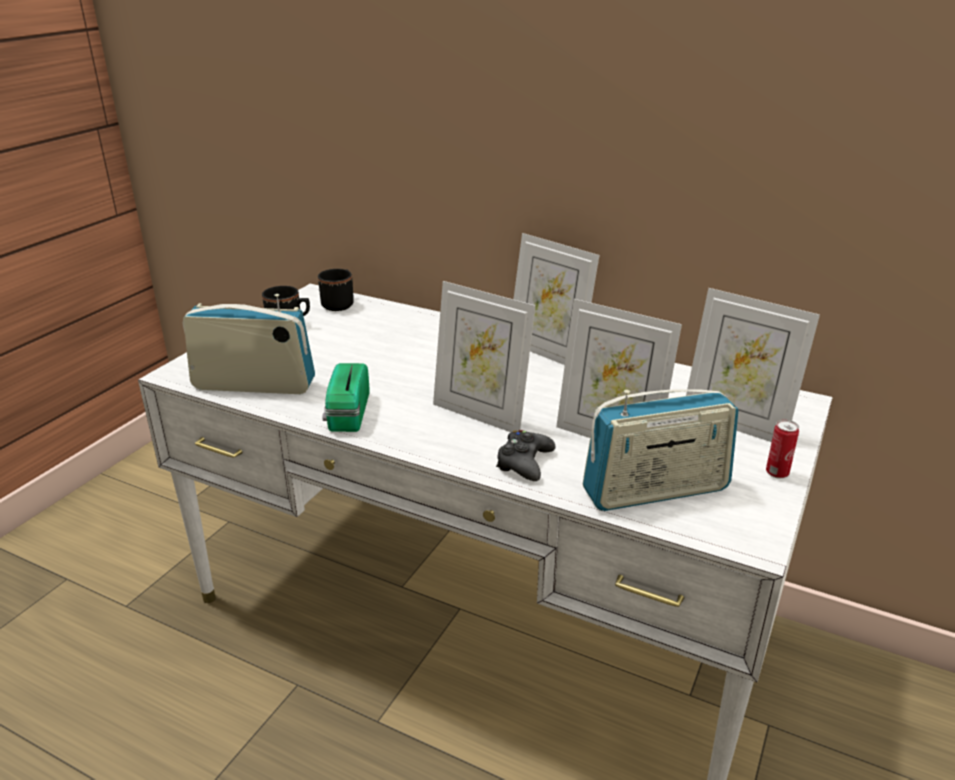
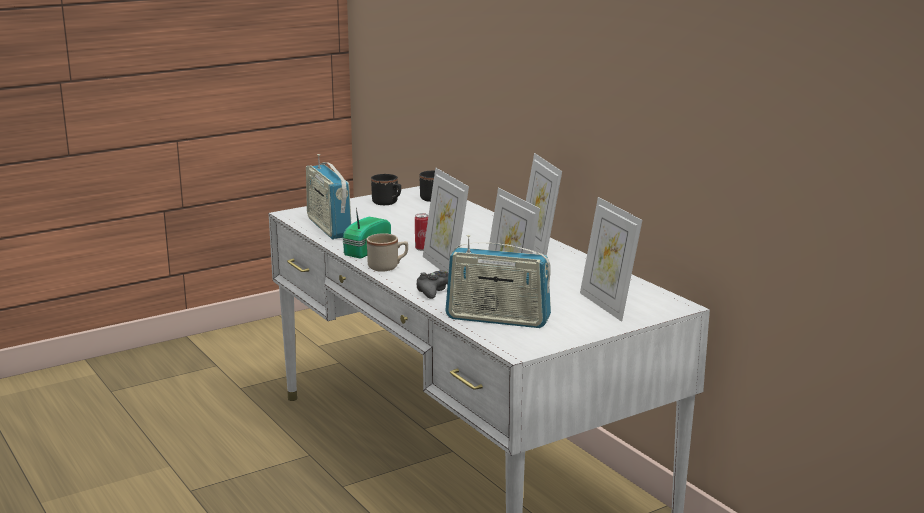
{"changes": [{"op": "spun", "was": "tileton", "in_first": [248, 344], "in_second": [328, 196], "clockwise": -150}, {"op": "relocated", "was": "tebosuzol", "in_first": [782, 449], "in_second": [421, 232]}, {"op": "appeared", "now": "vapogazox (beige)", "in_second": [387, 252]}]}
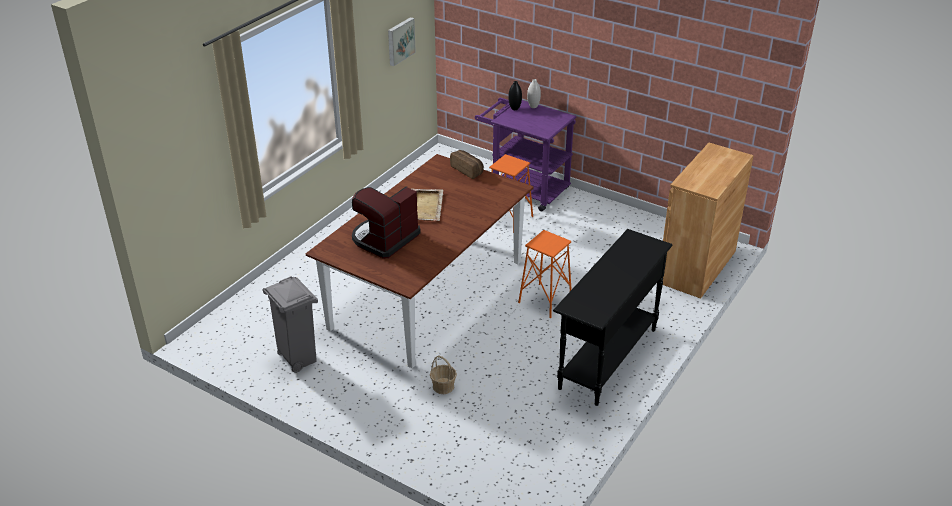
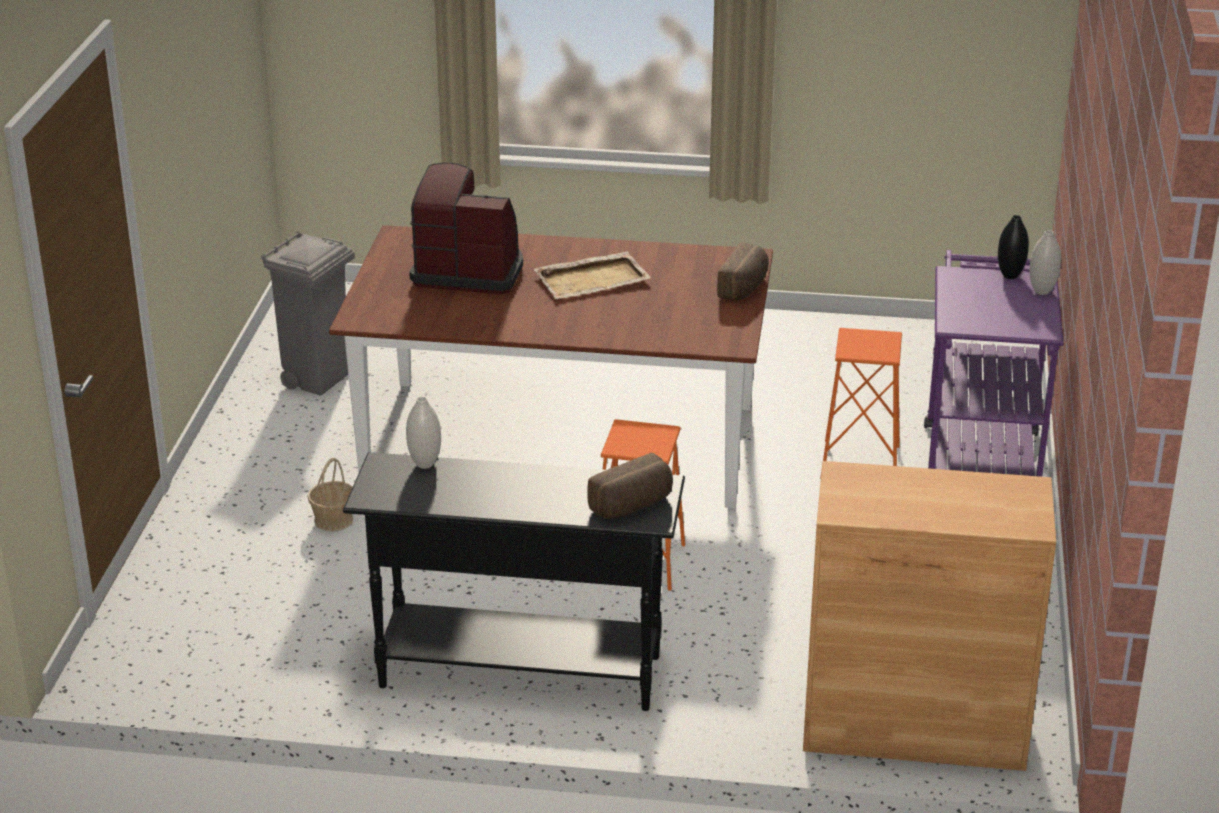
{"changes": [{"op": "missing", "was": "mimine", "in_first": [402, 41]}, {"op": "appeared", "now": "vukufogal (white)", "in_second": [423, 433]}, {"op": "appeared", "now": "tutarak", "in_second": [630, 486]}]}
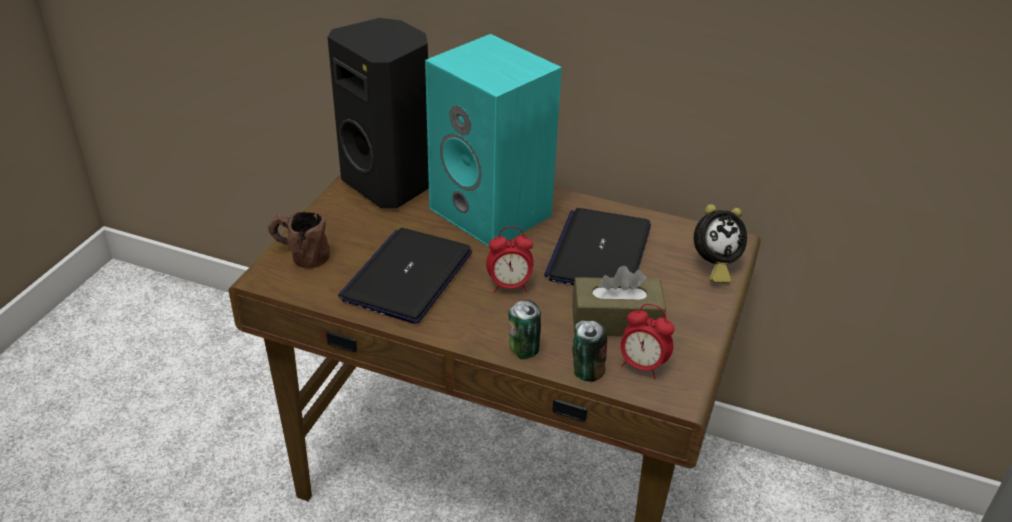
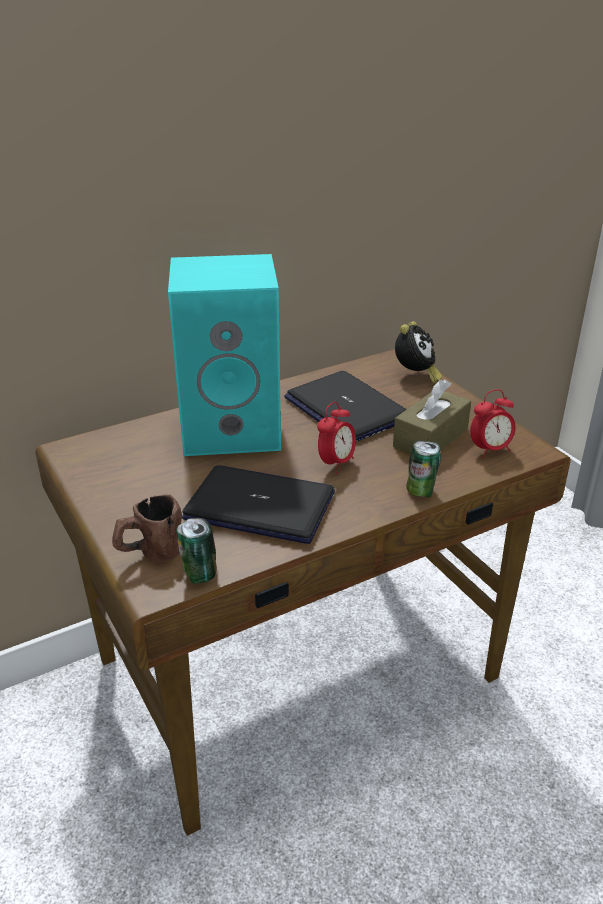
{"changes": [{"op": "missing", "was": "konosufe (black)", "in_first": [378, 113]}, {"op": "spun", "was": "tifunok", "in_first": [405, 276], "in_second": [258, 504], "clockwise": 135}, {"op": "relocated", "was": "tebosuzol", "in_first": [589, 351], "in_second": [197, 551]}]}
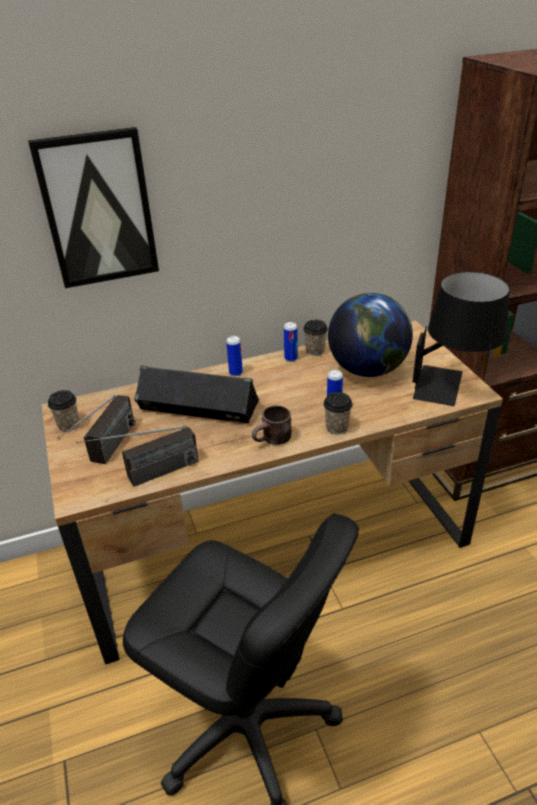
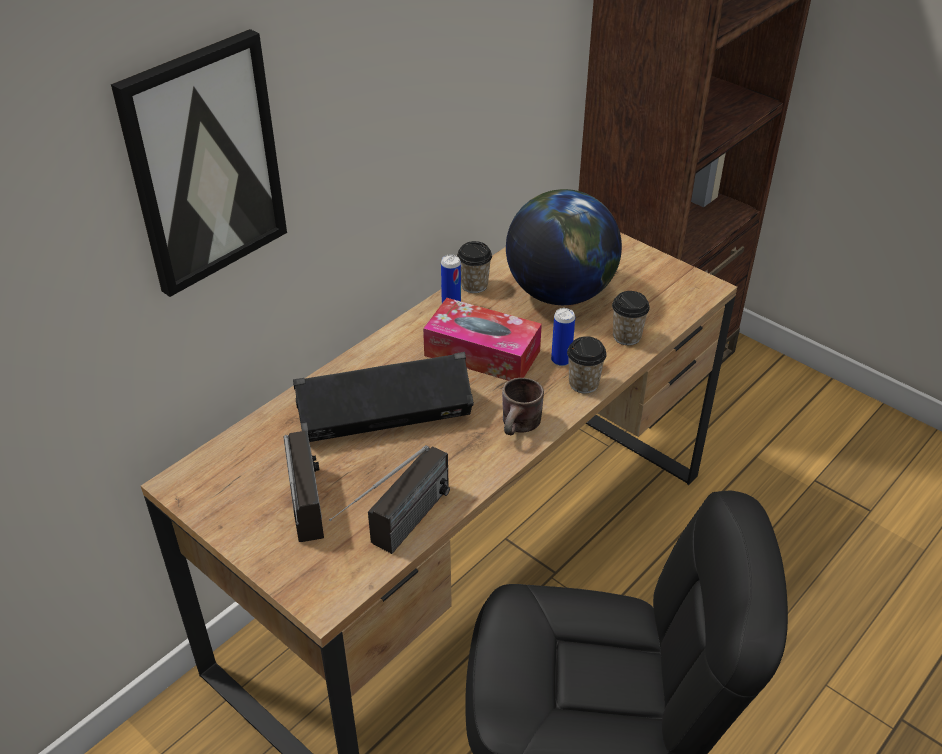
{"changes": [{"op": "missing", "was": "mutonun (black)", "in_first": [461, 339]}, {"op": "missing", "was": "tebosuzol", "in_first": [234, 356]}, {"op": "relocated", "was": "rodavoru", "in_first": [63, 410], "in_second": [631, 318]}, {"op": "appeared", "now": "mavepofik", "in_second": [482, 339]}]}
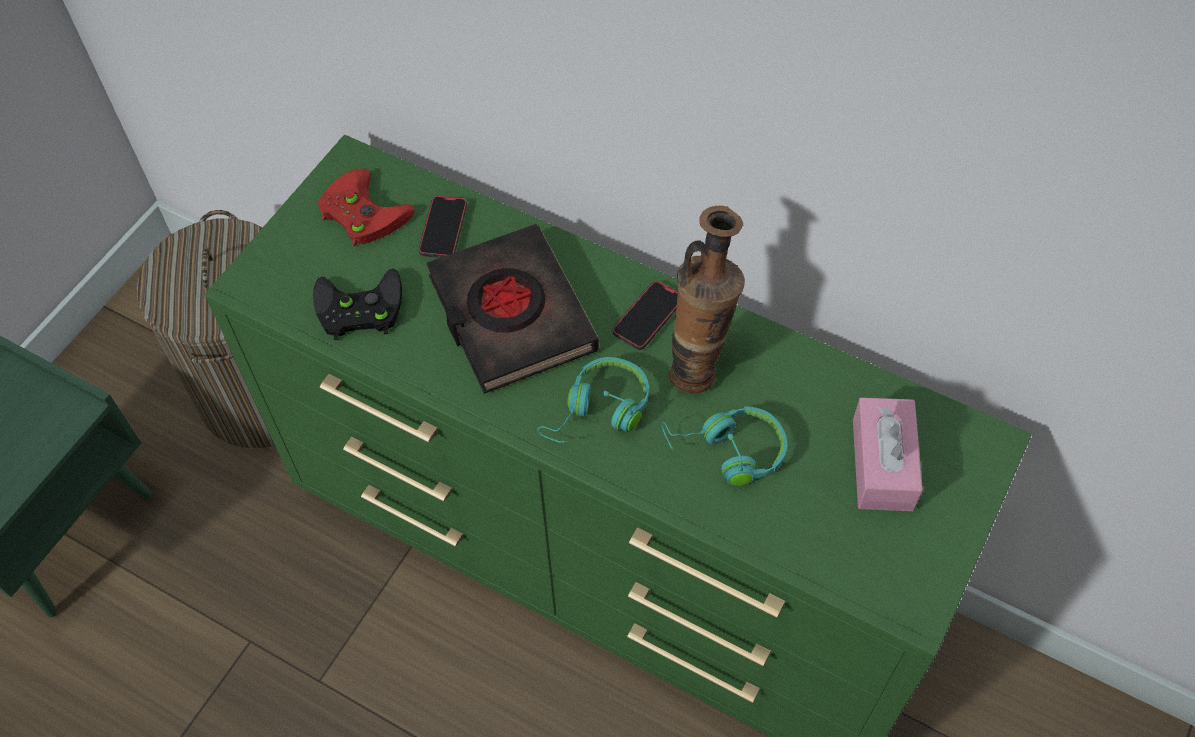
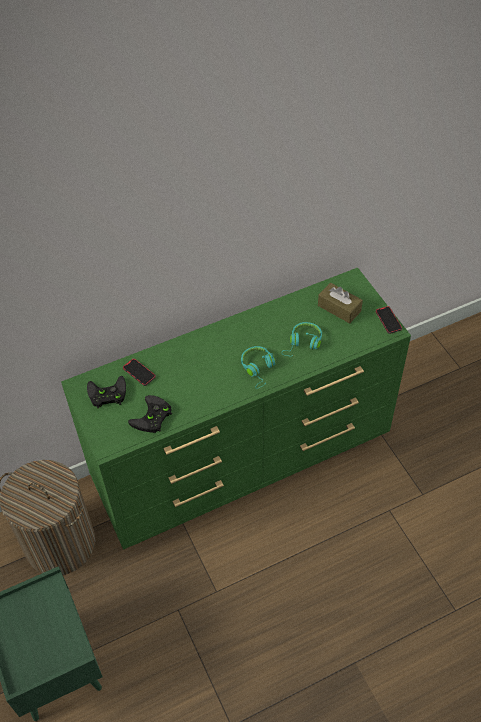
{"changes": [{"op": "colour", "was": "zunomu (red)", "now": "zunomu (black)", "in_first": [365, 207], "in_second": [106, 392]}, {"op": "missing", "was": "vukufogal", "in_first": [707, 299]}, {"op": "missing", "was": "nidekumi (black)", "in_first": [512, 309]}, {"op": "relocated", "was": "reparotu", "in_first": [645, 315], "in_second": [389, 320]}, {"op": "colour", "was": "mavepofik (pink)", "now": "mavepofik (brown)", "in_first": [888, 454], "in_second": [340, 303]}]}
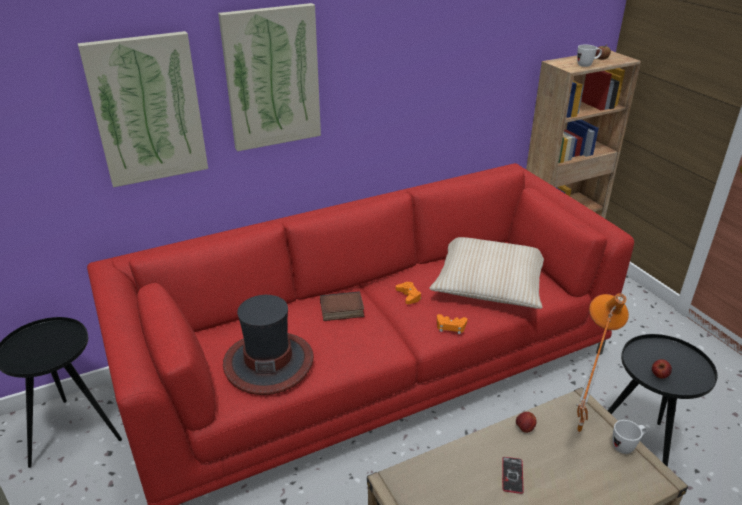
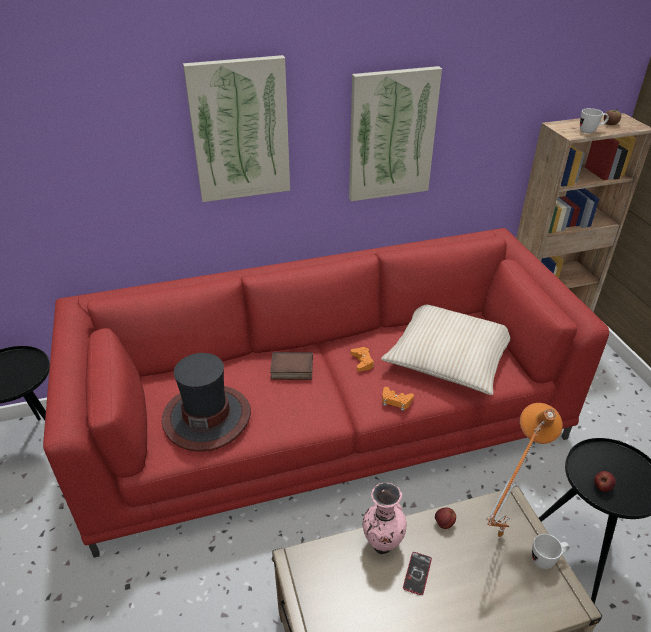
{"changes": [{"op": "relocated", "was": "mimine", "in_first": [143, 109], "in_second": [395, 134]}, {"op": "appeared", "now": "vukufogal (pink)", "in_second": [385, 518]}]}
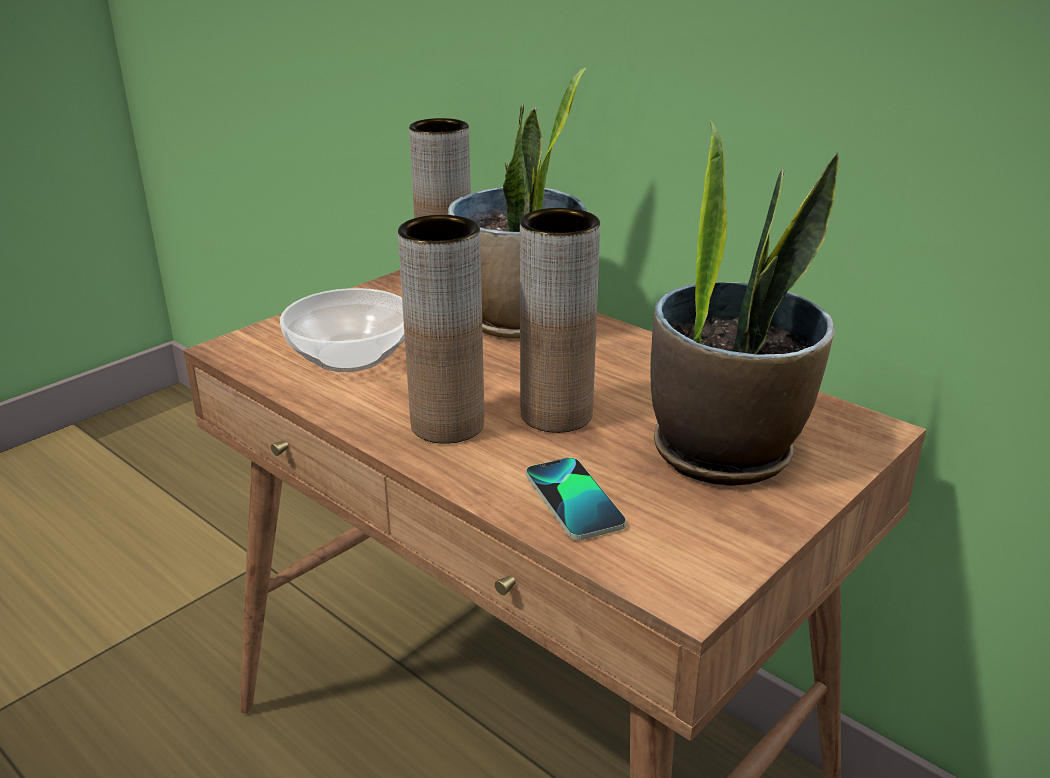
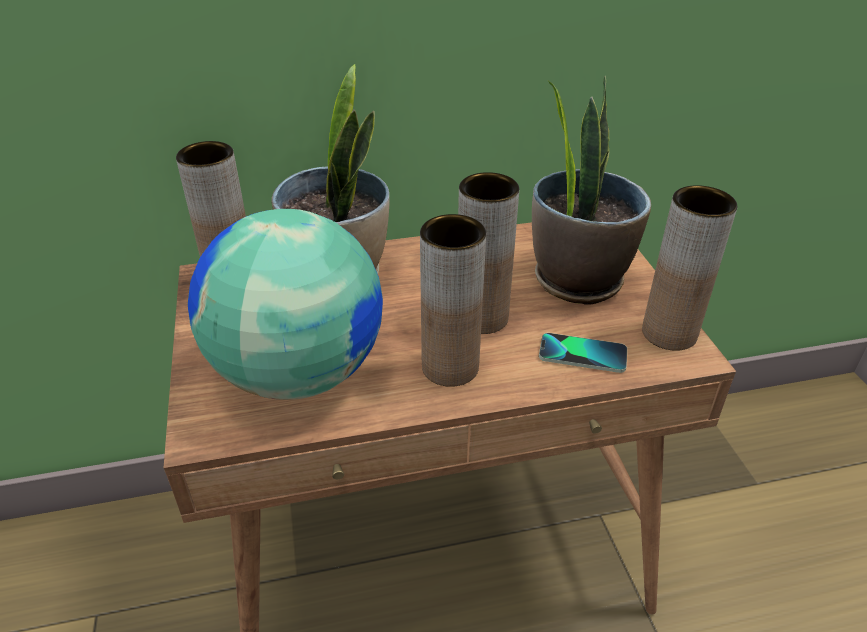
{"changes": [{"op": "exchanged", "was": "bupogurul", "now": "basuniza", "in_first": [342, 330], "in_second": [285, 304]}, {"op": "appeared", "now": "vukufogal (brown)", "in_second": [689, 268]}]}
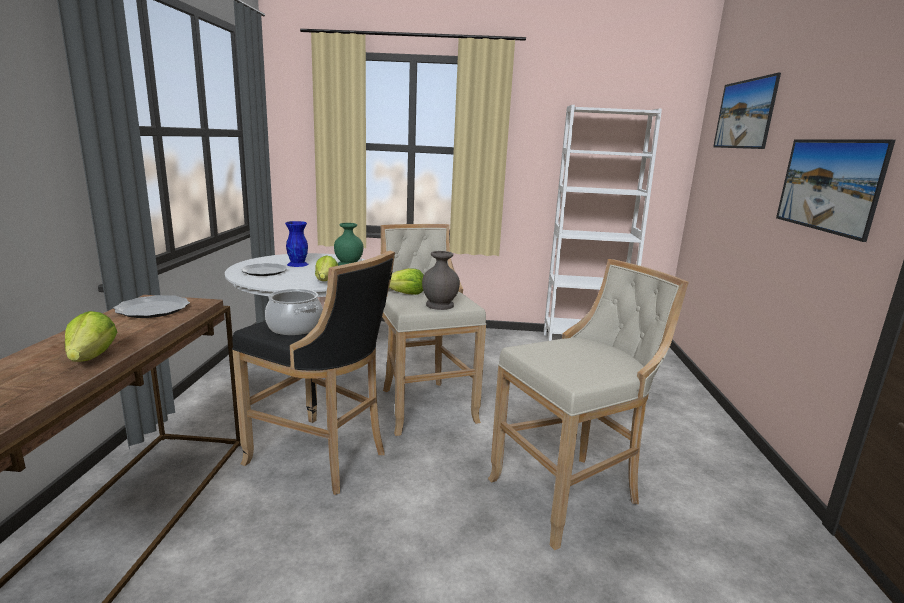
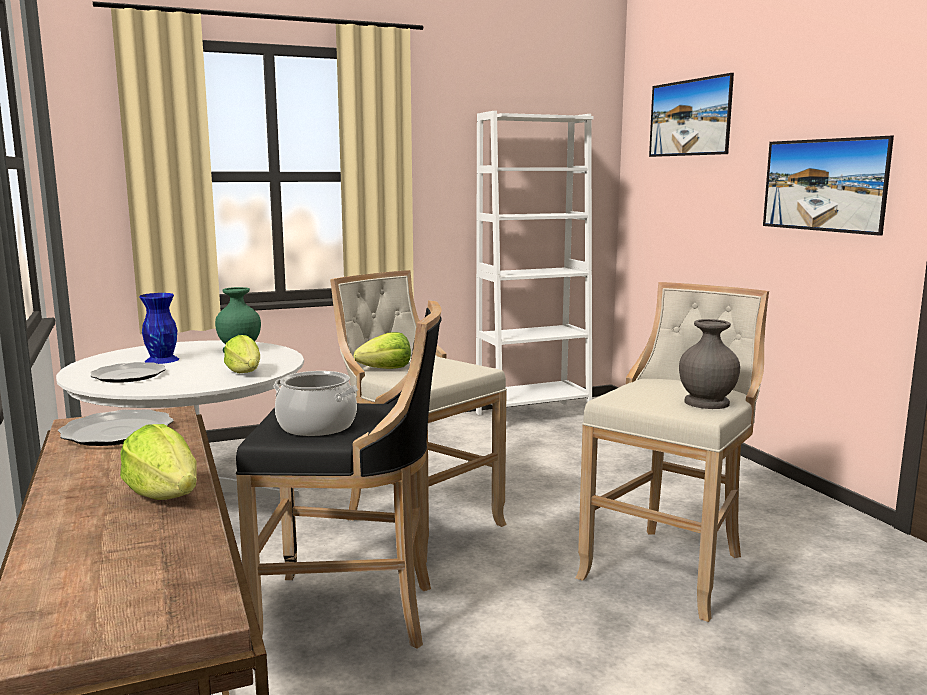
{"changes": [{"op": "relocated", "was": "vukufogal (grey)", "in_first": [441, 280], "in_second": [709, 364]}]}
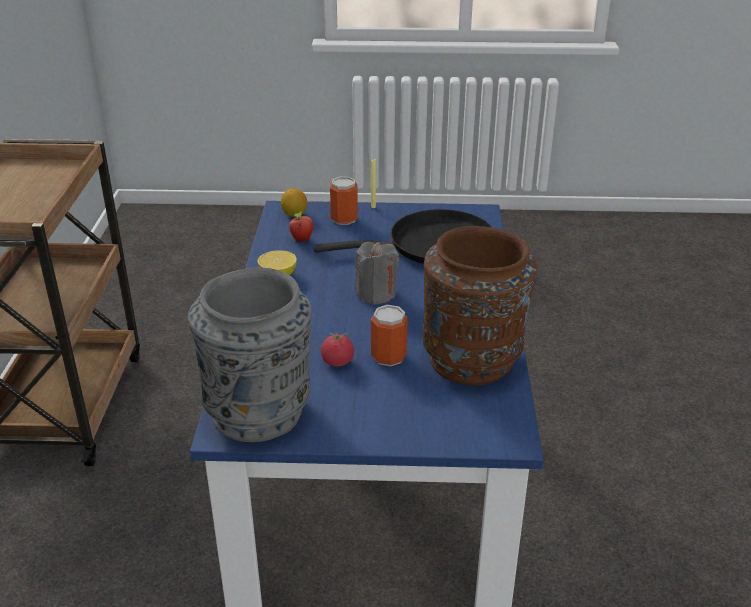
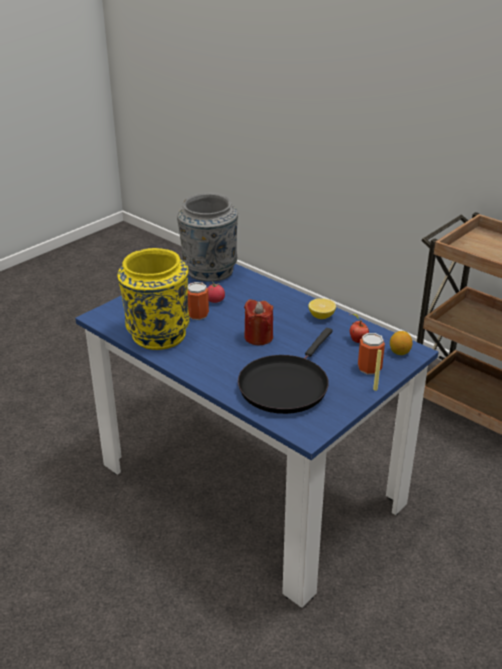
{"changes": [{"op": "colour", "was": "vukufogal (brown)", "now": "vukufogal (yellow)", "in_first": [480, 306], "in_second": [153, 299]}, {"op": "colour", "was": "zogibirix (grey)", "now": "zogibirix (red)", "in_first": [377, 273], "in_second": [258, 322]}]}
